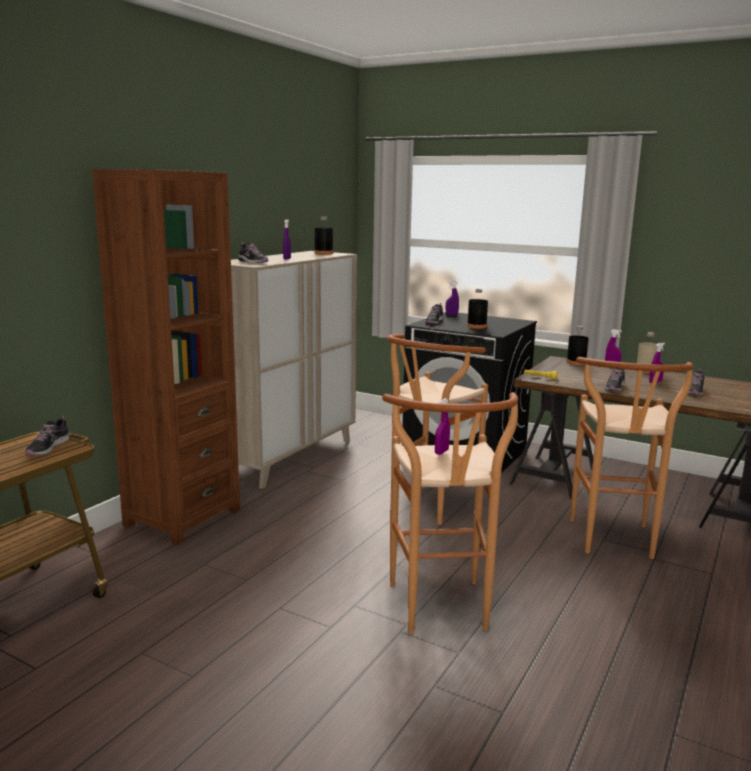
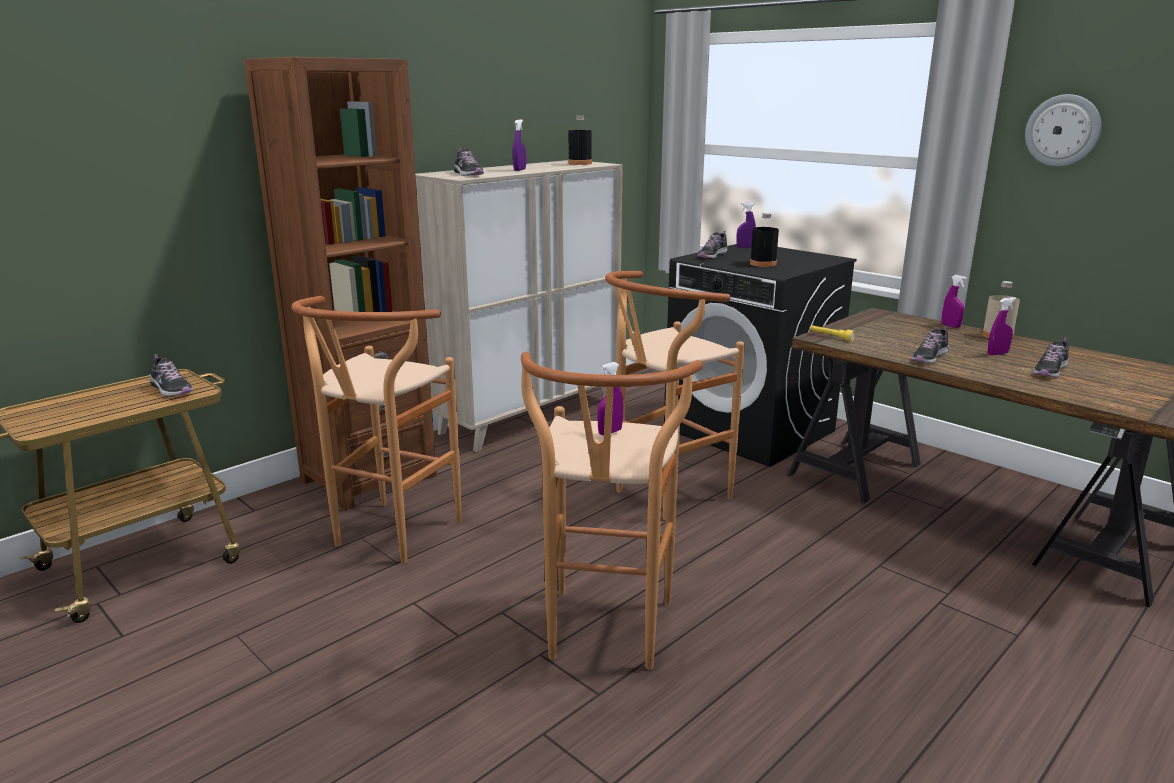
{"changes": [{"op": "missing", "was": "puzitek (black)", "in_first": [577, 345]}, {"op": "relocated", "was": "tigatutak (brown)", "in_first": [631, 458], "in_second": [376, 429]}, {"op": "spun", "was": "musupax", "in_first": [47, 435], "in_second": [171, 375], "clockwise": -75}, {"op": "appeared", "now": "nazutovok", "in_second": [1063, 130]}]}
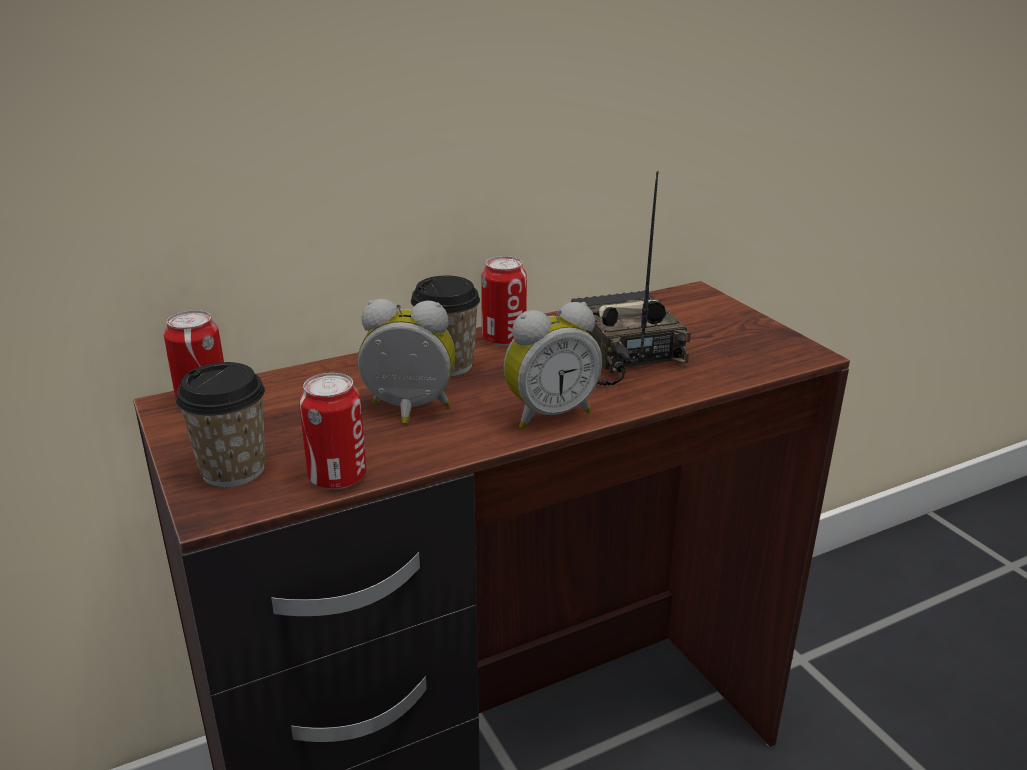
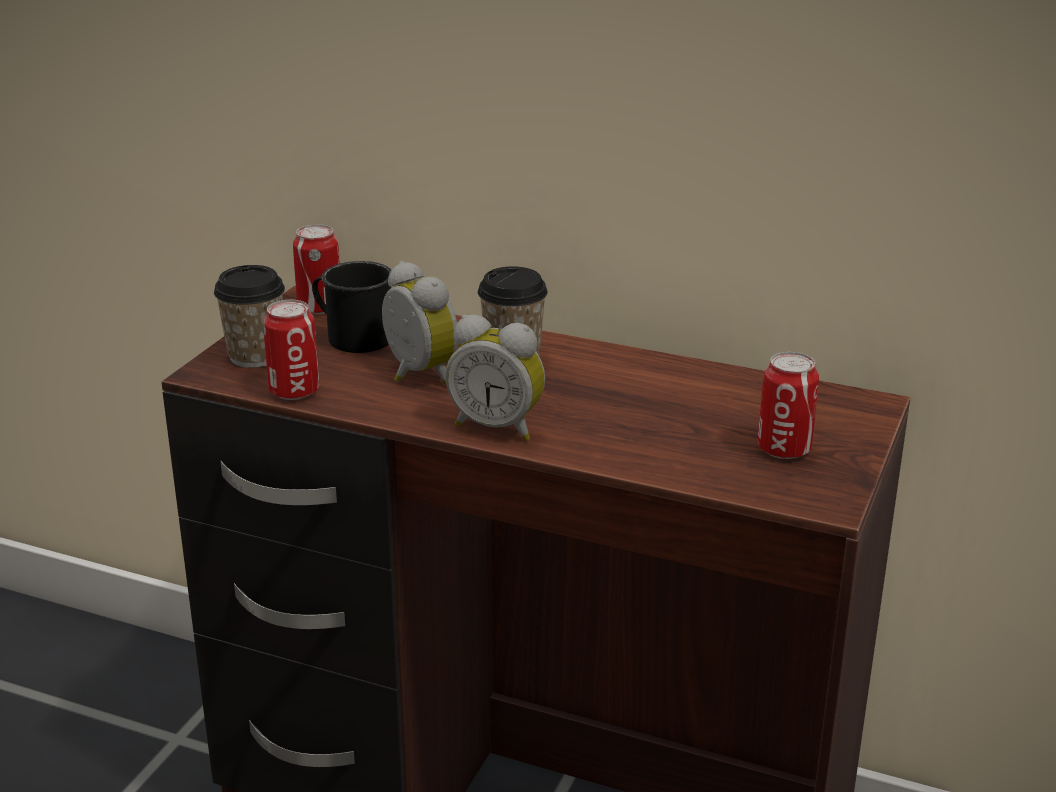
{"changes": [{"op": "missing", "was": "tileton", "in_first": [631, 278]}, {"op": "relocated", "was": "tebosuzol", "in_first": [504, 301], "in_second": [788, 405]}, {"op": "appeared", "now": "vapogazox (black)", "in_second": [351, 307]}]}
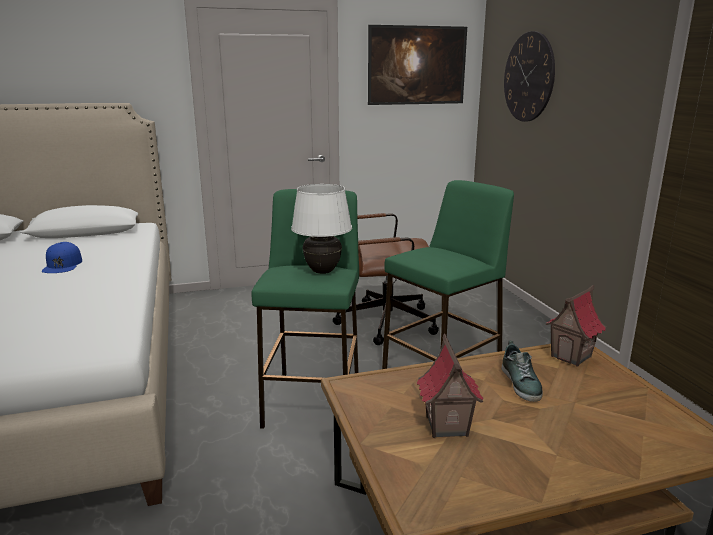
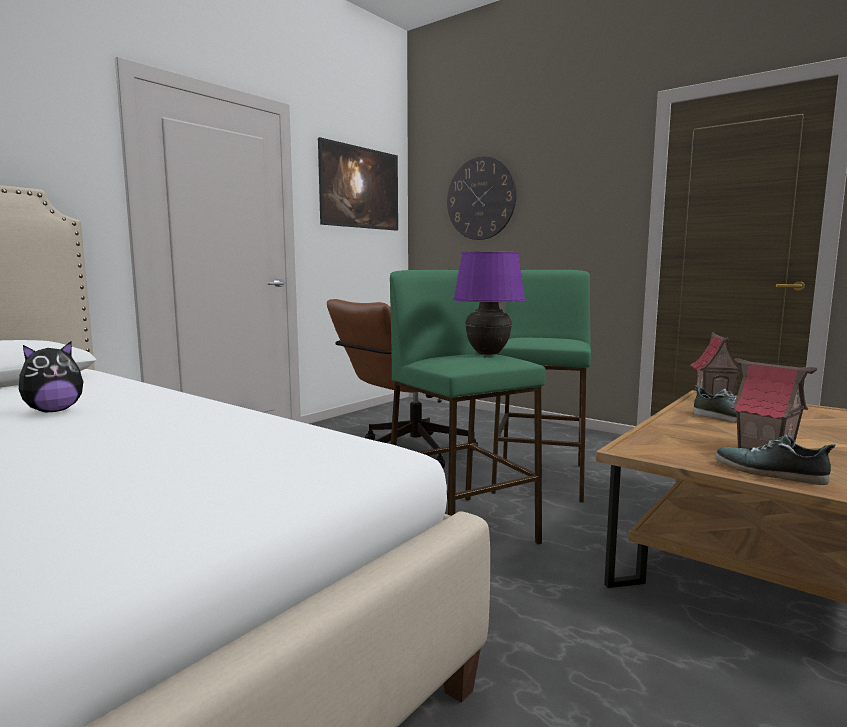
{"changes": [{"op": "colour", "was": "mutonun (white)", "now": "mutonun (purple)", "in_first": [321, 229], "in_second": [489, 303]}, {"op": "exchanged", "was": "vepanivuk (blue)", "now": "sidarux", "in_first": [62, 257], "in_second": [51, 376]}, {"op": "appeared", "now": "musupax", "in_second": [775, 460]}]}
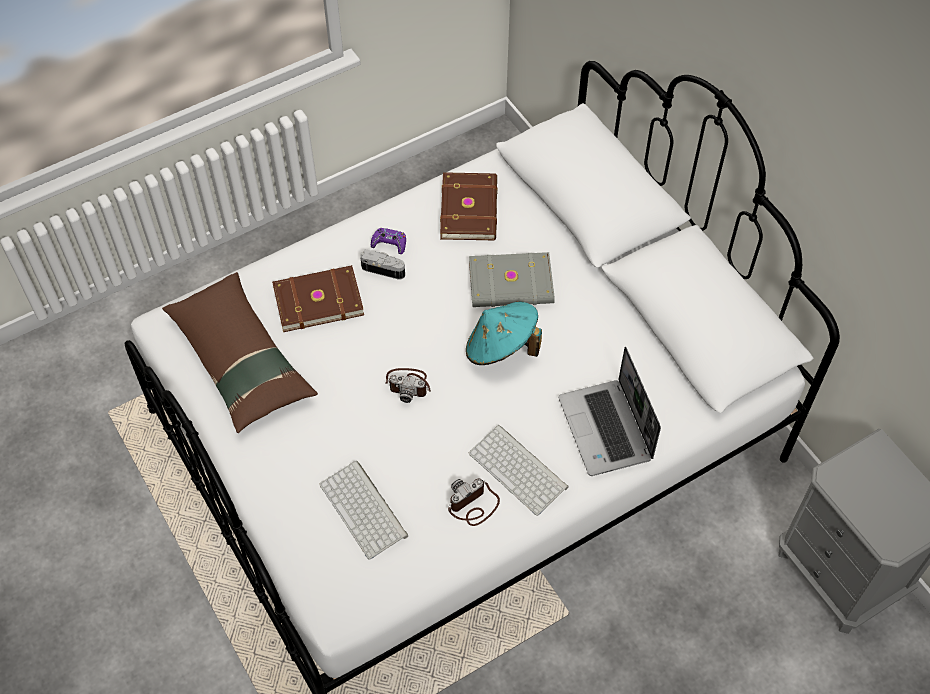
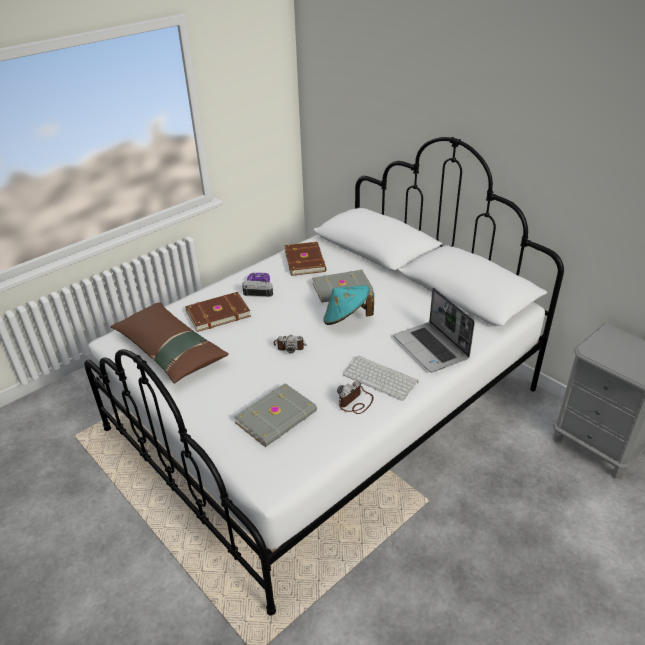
{"changes": [{"op": "exchanged", "was": "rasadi", "now": "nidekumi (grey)", "in_first": [363, 510], "in_second": [275, 415]}]}
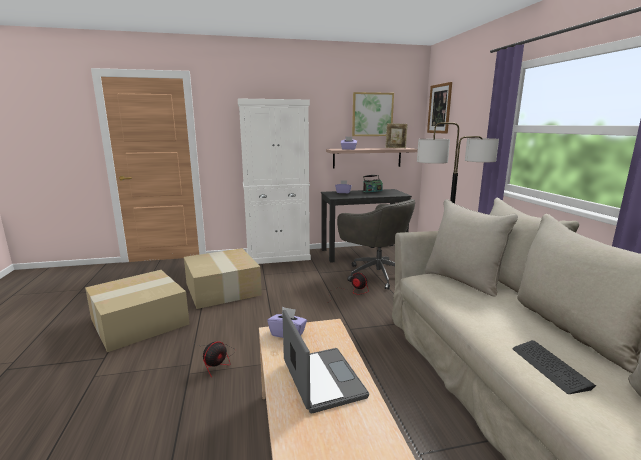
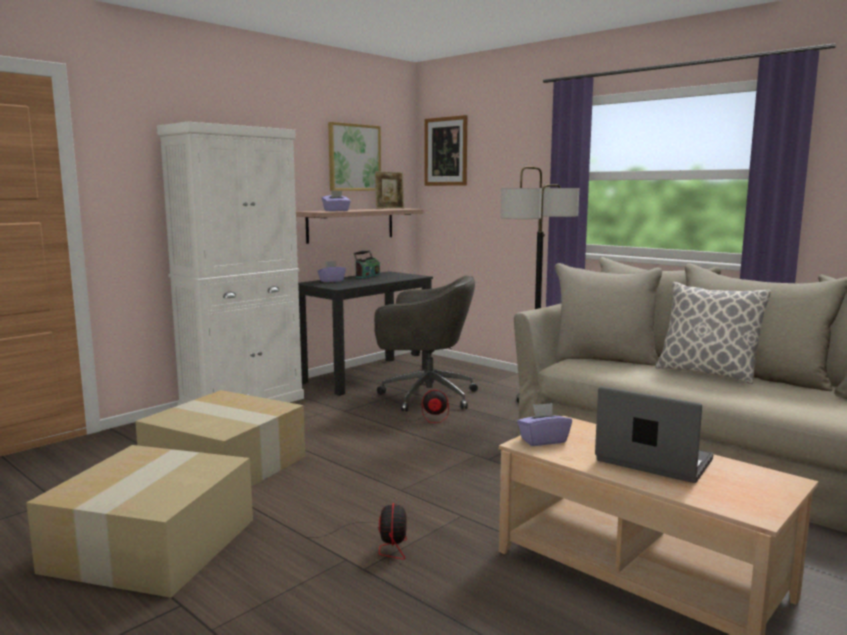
{"changes": [{"op": "missing", "was": "rasadi", "in_first": [554, 367]}, {"op": "appeared", "now": "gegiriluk", "in_second": [713, 333]}]}
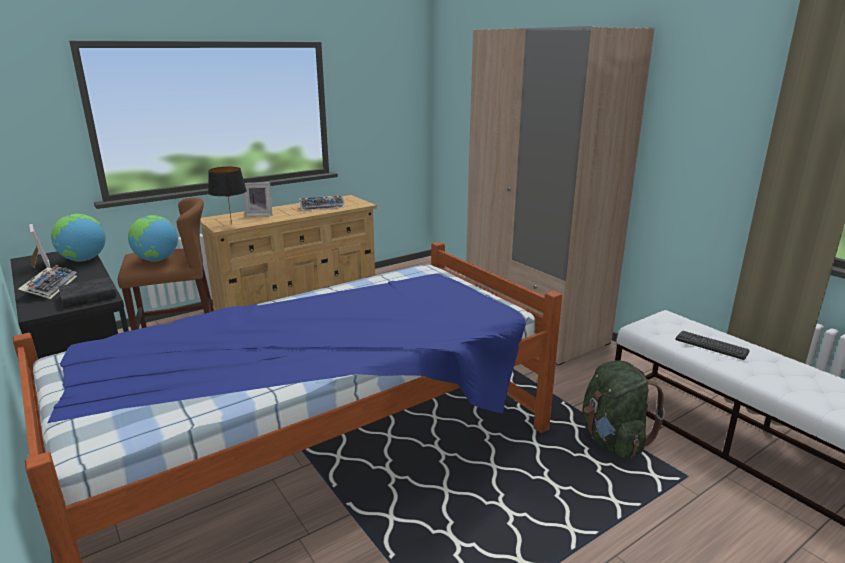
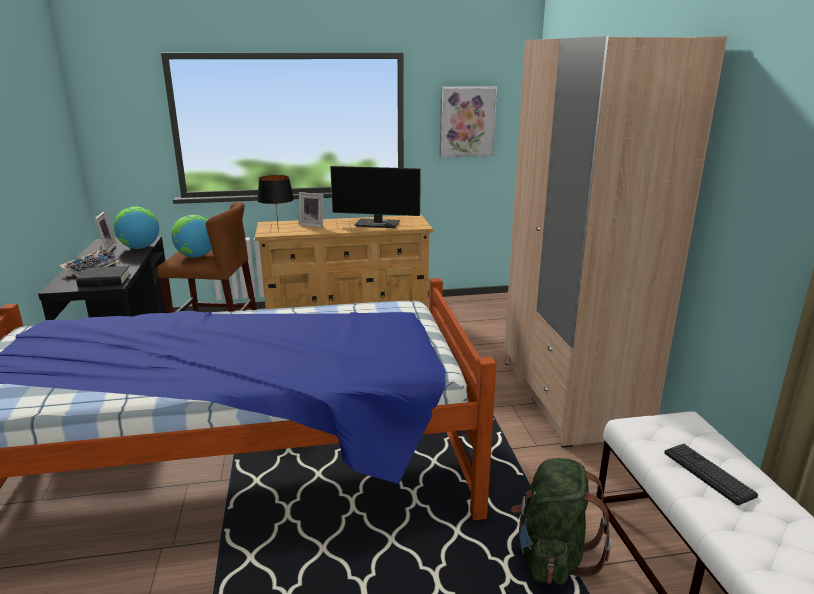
{"changes": [{"op": "exchanged", "was": "rasadi", "now": "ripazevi", "in_first": [322, 203], "in_second": [375, 197]}, {"op": "appeared", "now": "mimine", "in_second": [468, 121]}]}
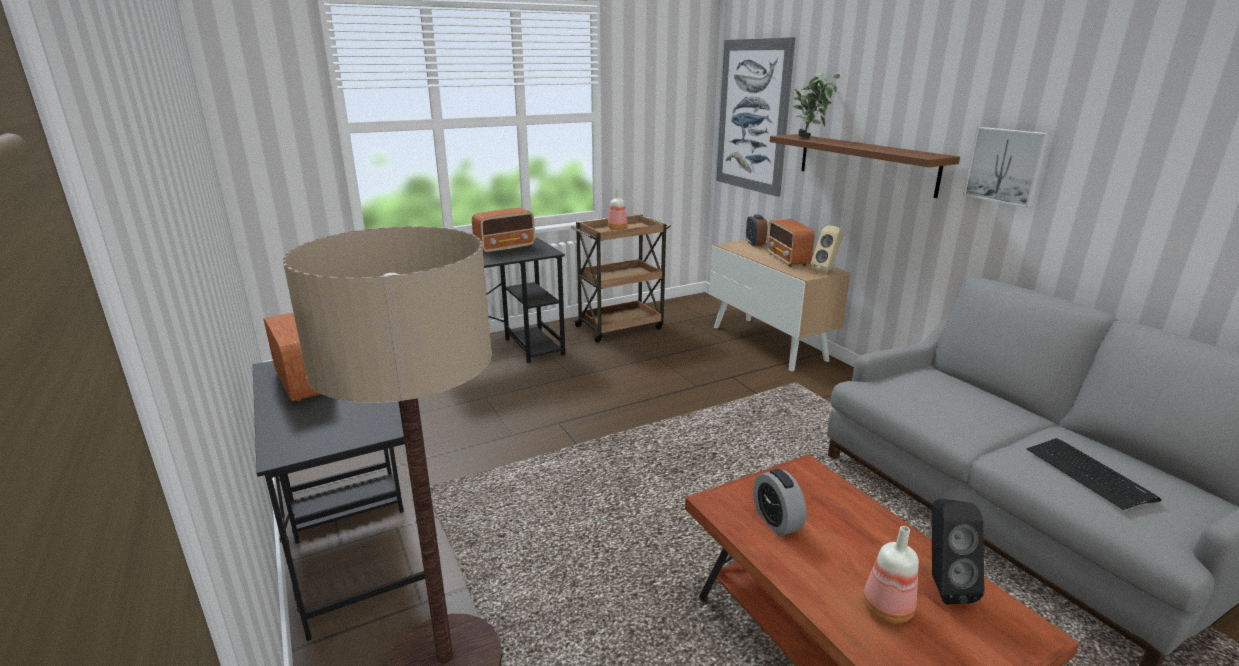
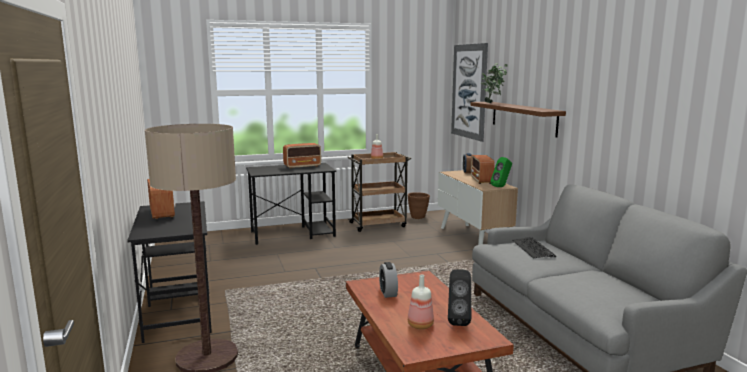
{"changes": [{"op": "missing", "was": "mimine", "in_first": [1007, 167]}, {"op": "colour", "was": "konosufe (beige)", "now": "konosufe (green)", "in_first": [827, 249], "in_second": [501, 172]}, {"op": "relocated", "was": "rasadi", "in_first": [1093, 474], "in_second": [534, 247]}, {"op": "appeared", "now": "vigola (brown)", "in_second": [419, 205]}]}
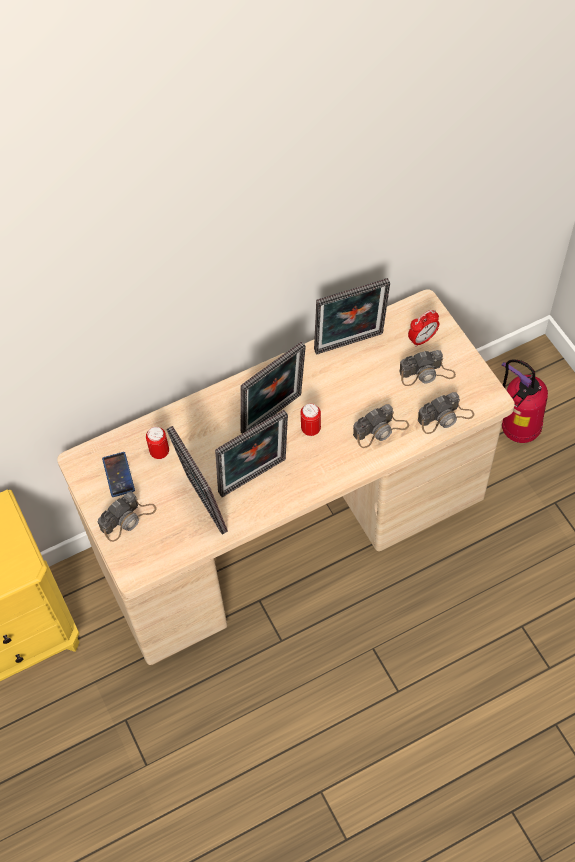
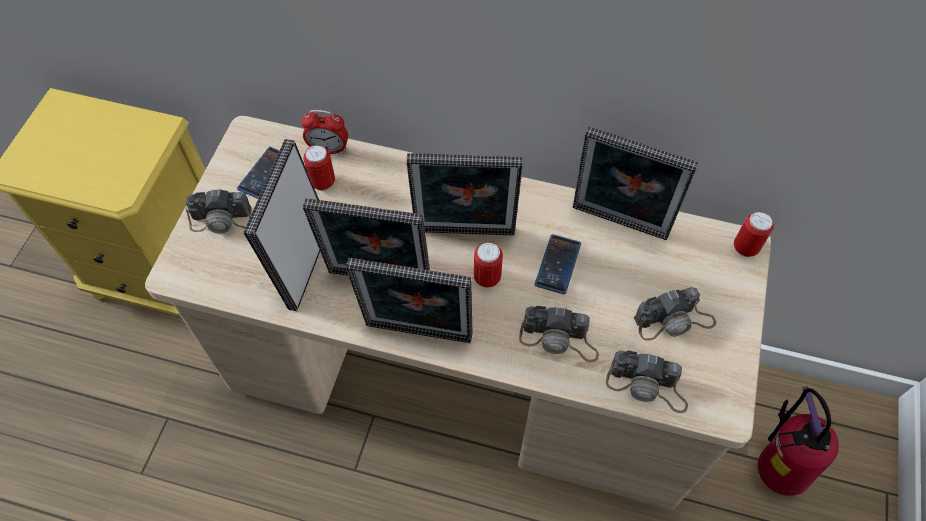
{"changes": [{"op": "relocated", "was": "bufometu", "in_first": [423, 328], "in_second": [324, 132]}, {"op": "spun", "was": "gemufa", "in_first": [427, 368], "in_second": [675, 314], "clockwise": -45}, {"op": "appeared", "now": "tebosuzol", "in_second": [754, 234]}, {"op": "appeared", "now": "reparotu", "in_second": [558, 264]}, {"op": "appeared", "now": "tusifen", "in_second": [409, 300]}]}
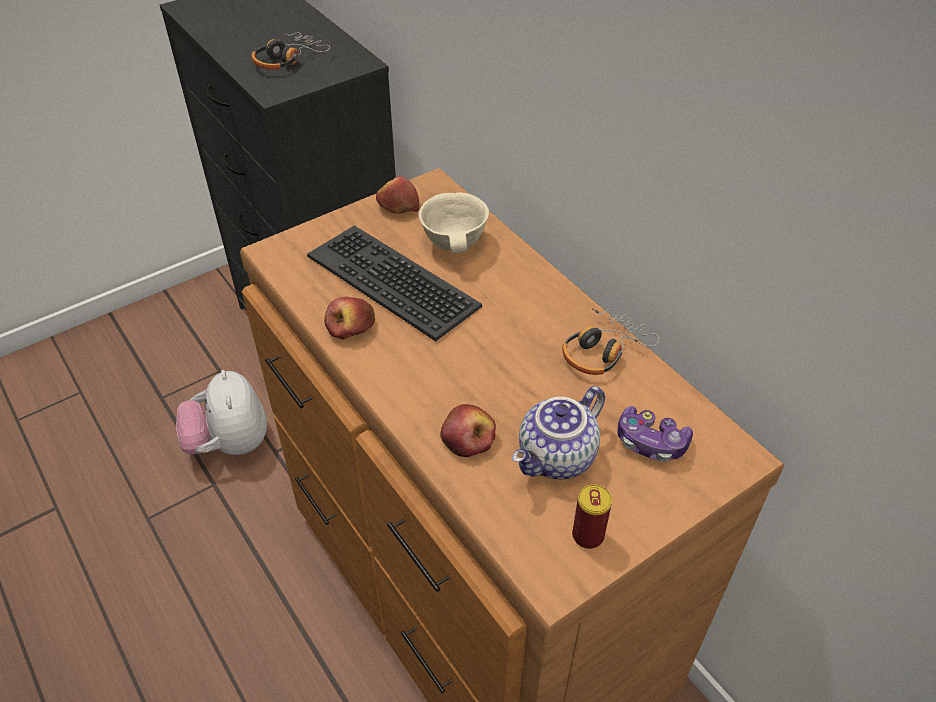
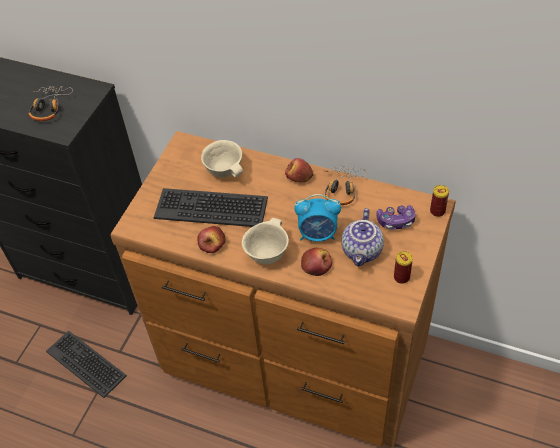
{"changes": [{"op": "relocated", "was": "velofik", "in_first": [397, 195], "in_second": [299, 170]}, {"op": "exchanged", "was": "sidarux", "now": "rasadi", "in_first": [221, 412], "in_second": [86, 364]}, {"op": "appeared", "now": "tebosuzol", "in_second": [439, 201]}, {"op": "appeared", "now": "bufometu", "in_second": [317, 218]}, {"op": "appeared", "now": "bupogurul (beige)", "in_second": [265, 241]}]}
